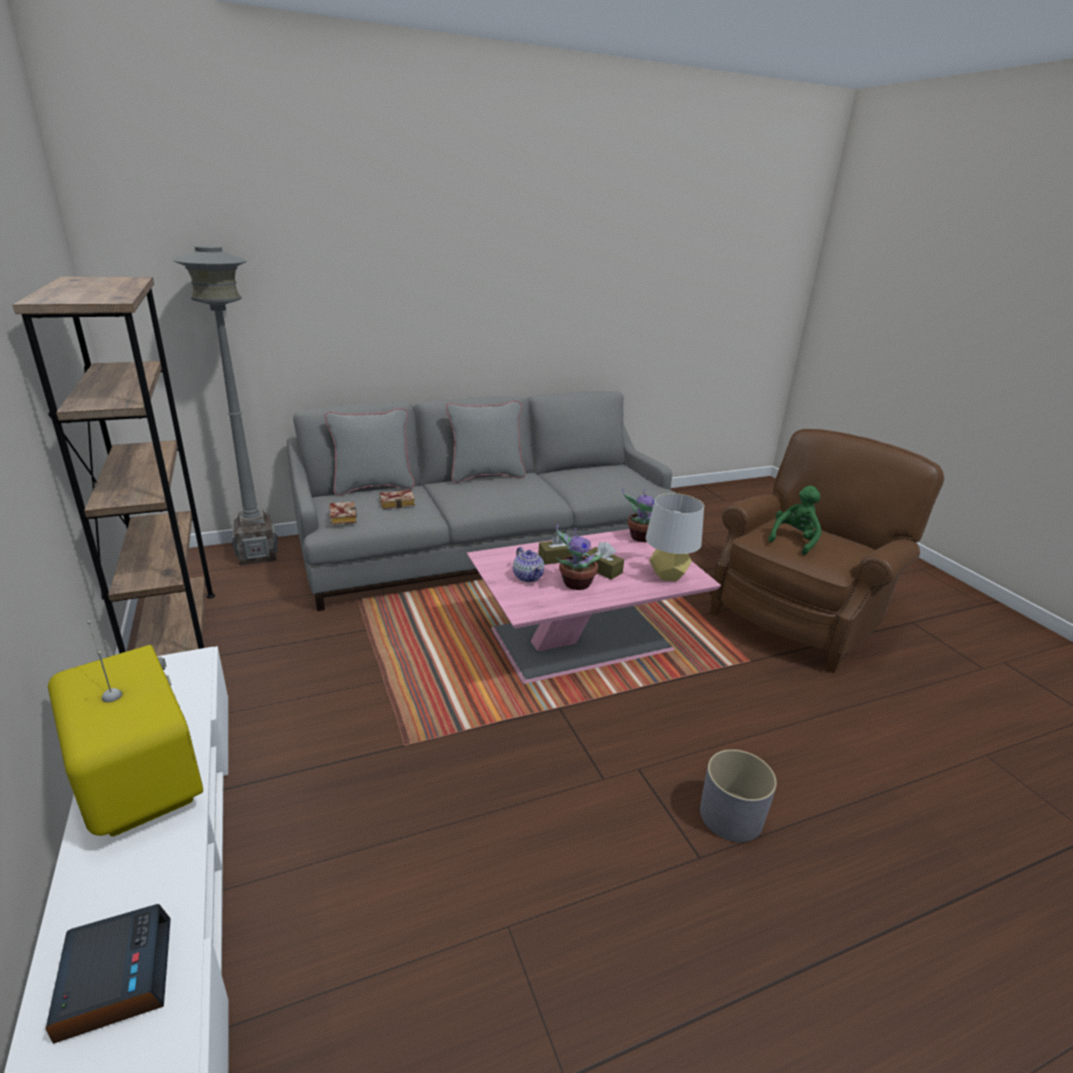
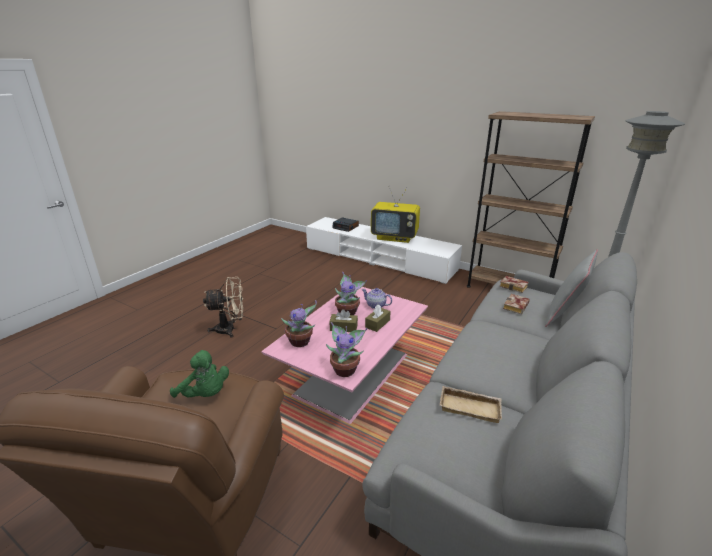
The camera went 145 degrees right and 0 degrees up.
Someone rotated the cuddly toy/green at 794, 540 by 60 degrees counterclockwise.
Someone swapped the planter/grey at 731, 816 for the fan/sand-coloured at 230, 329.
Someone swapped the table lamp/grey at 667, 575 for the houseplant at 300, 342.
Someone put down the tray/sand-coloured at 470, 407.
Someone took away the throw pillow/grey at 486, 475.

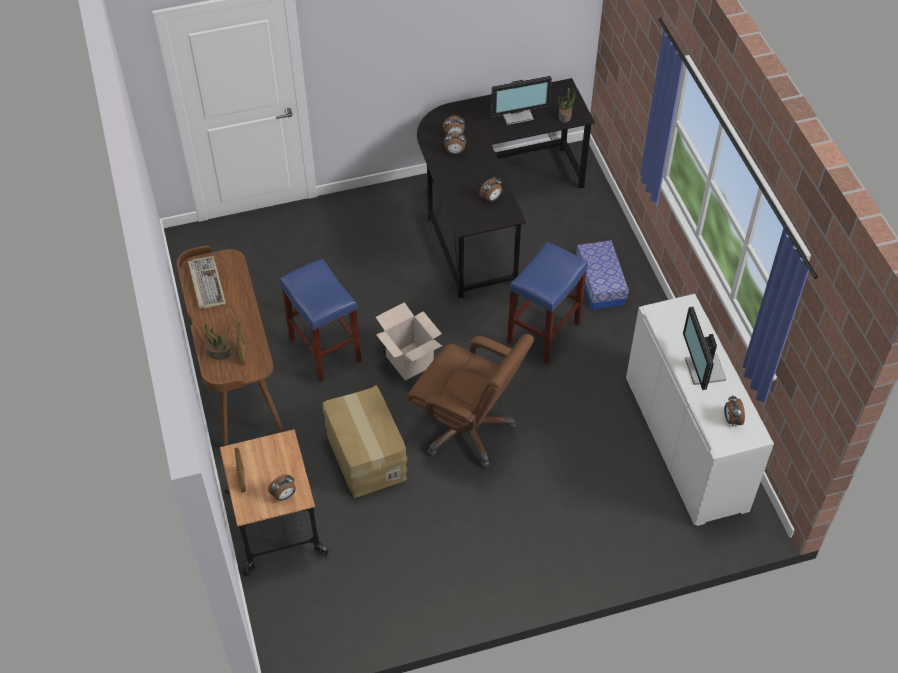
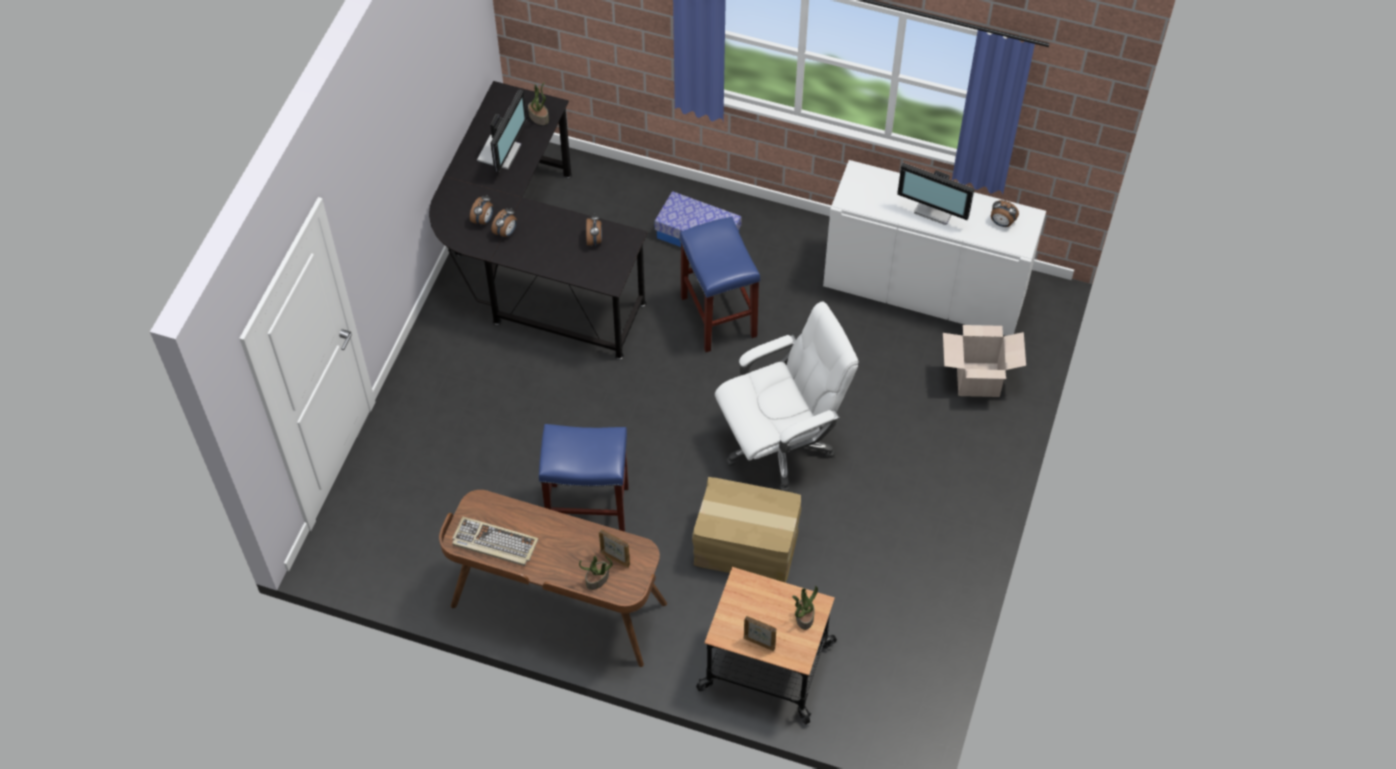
The camera went 55 degrees left and 5 degrees up.
Someone repainted the office chair/brownish at 467, 429, which became the office chair/white-coloured at 780, 444.
Someone swapped the bedside clock at 284, 495 for the houseplant at 804, 616.
Someone carried the carton from 409, 361 to 977, 380.

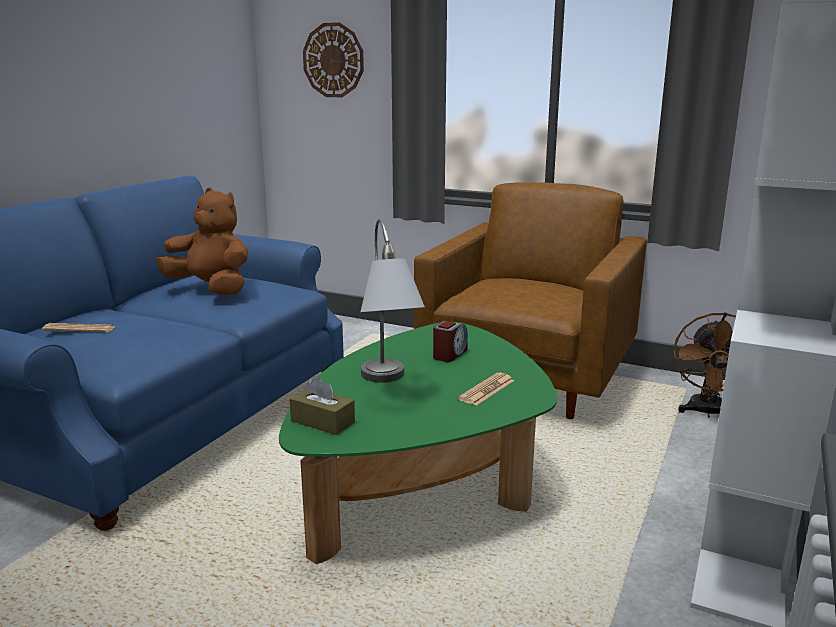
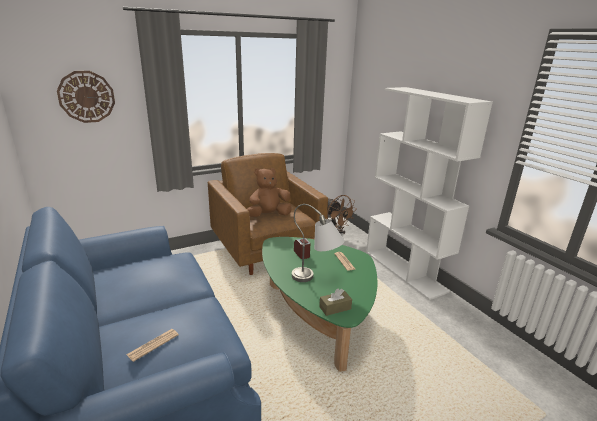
The camera went 55 degrees left and 5 degrees up.
Someone carried the cuddly toy/brownish from 211, 289 to 268, 215.

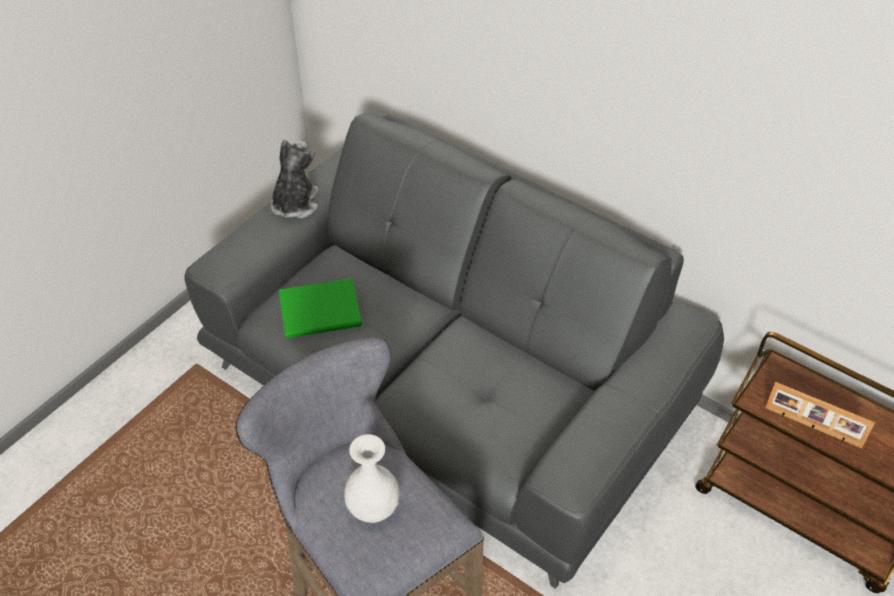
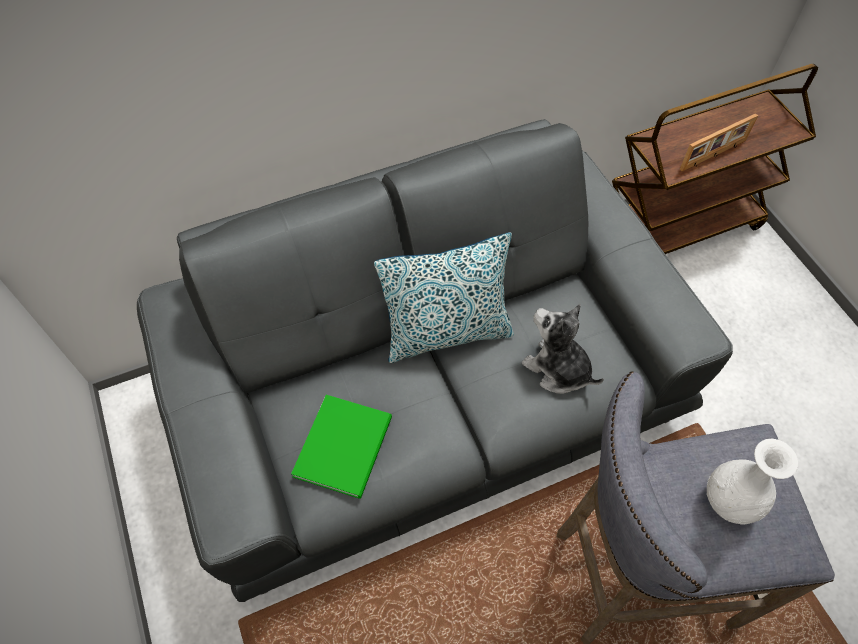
The camera went 60 degrees left and 10 degrees up.
Someone put down the throw pillow at 447, 333.
Someone carried the cuddly toy from 294, 204 to 557, 369.

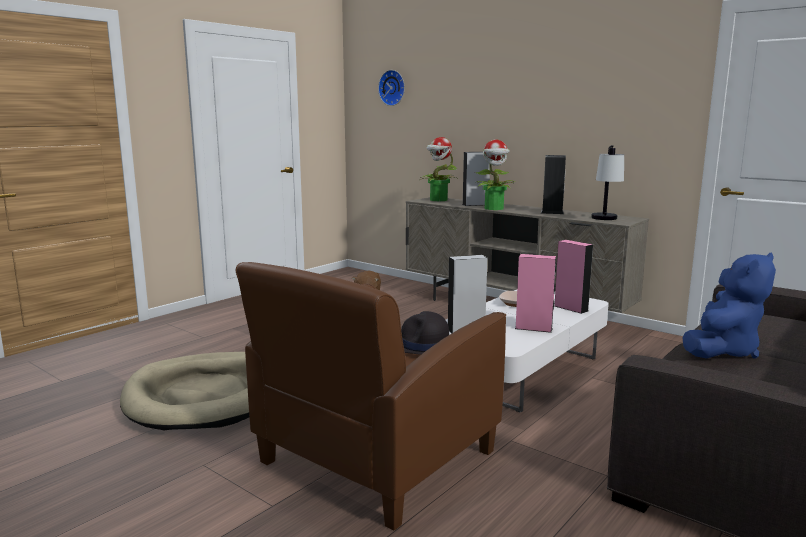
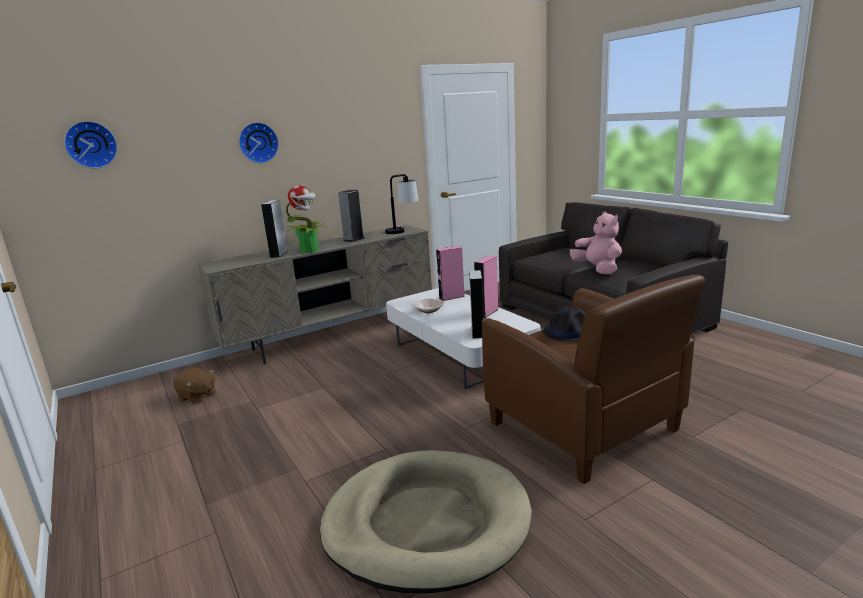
The camera went 70 degrees left and 5 degrees up.
Someone put up the hanging clock at 258, 142.
Someone repainted the cuddly toy/blue-coloured at 722, 350, which became the cuddly toy/pink at 597, 270.
Someone took away the houseplant at 438, 200.

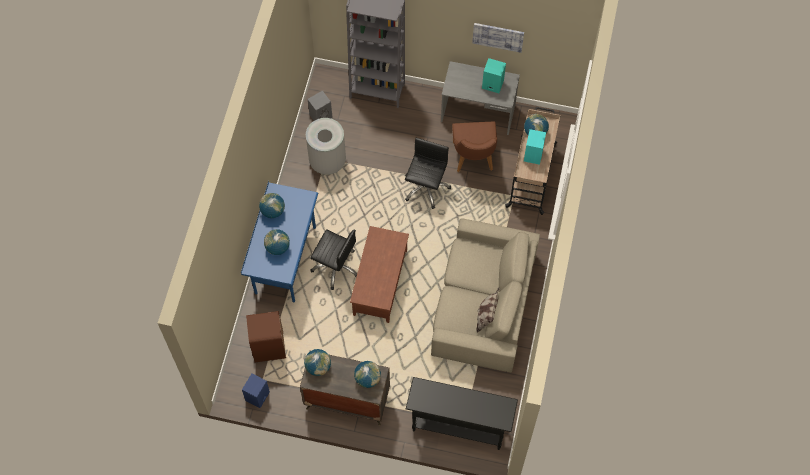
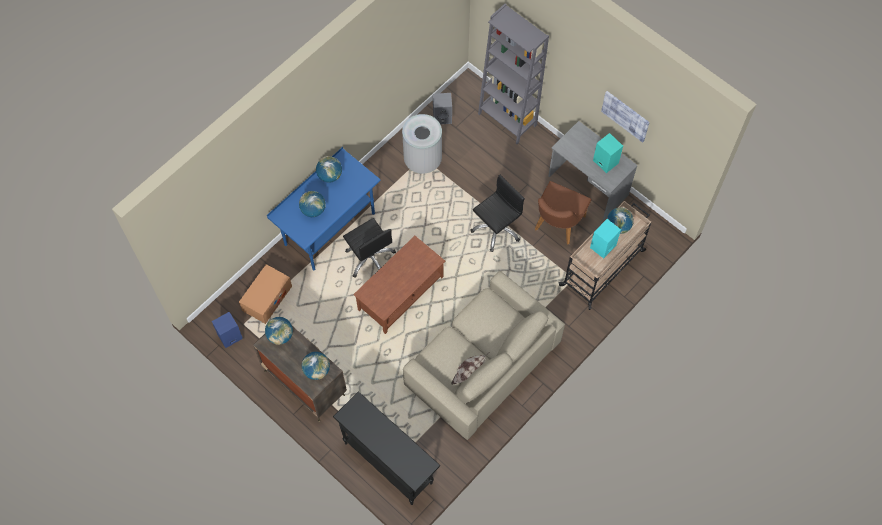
The camera went 30 degrees right and 0 degrees up.
Someone swapped the rubbish bin/brownish at 269, 347 for the carton at 267, 298.

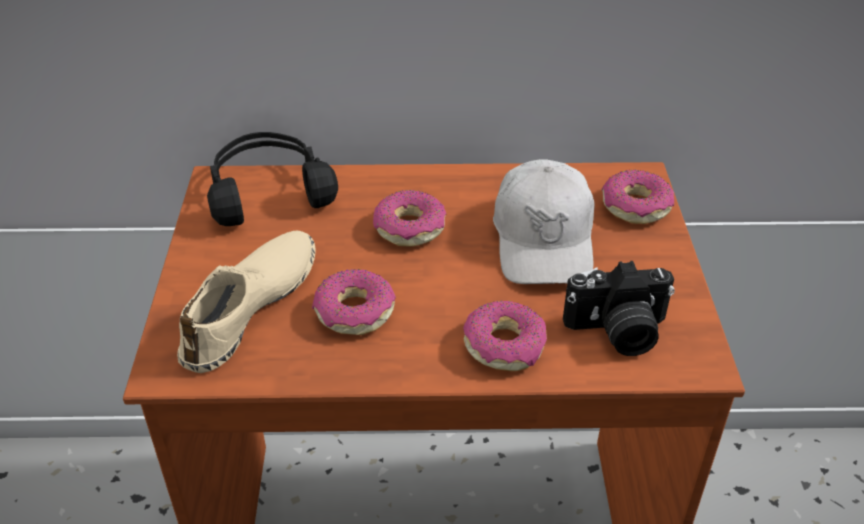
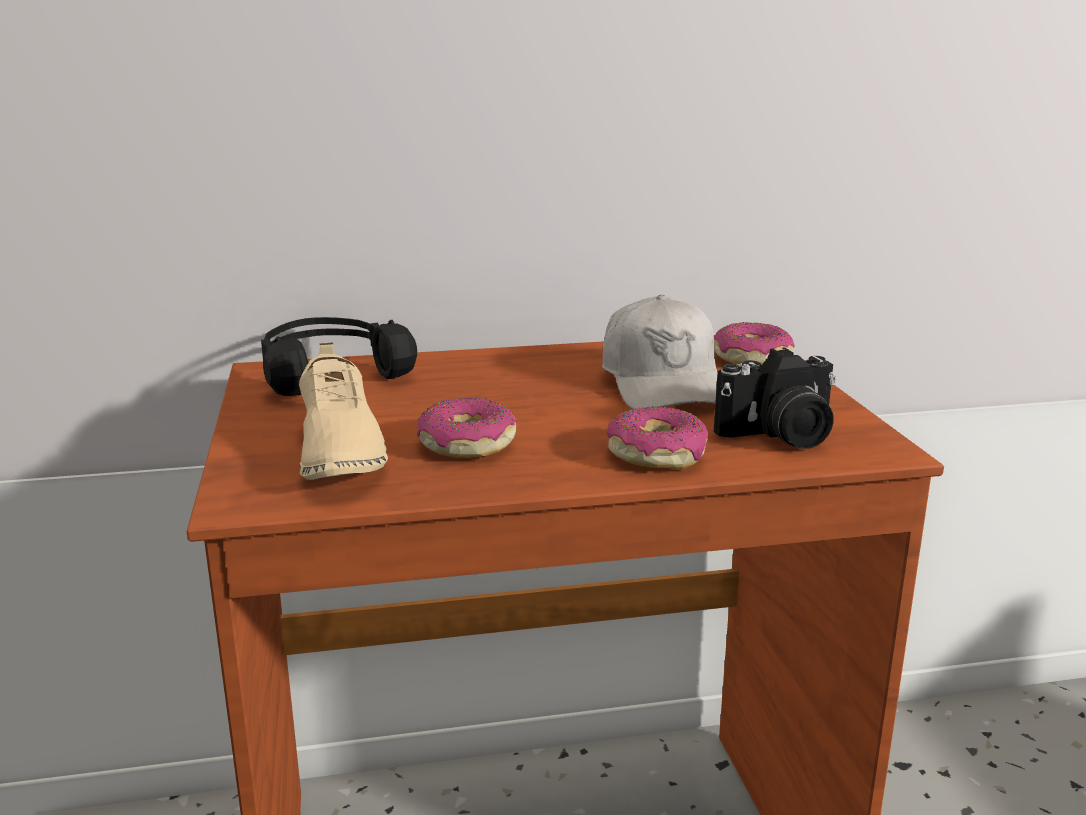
The camera went 10 degrees left and 20 degrees down.
Someone rotated the item of footwear/sand-coloured at 251, 308 by 150 degrees clockwise.
Someone took away the donut at 409, 228.

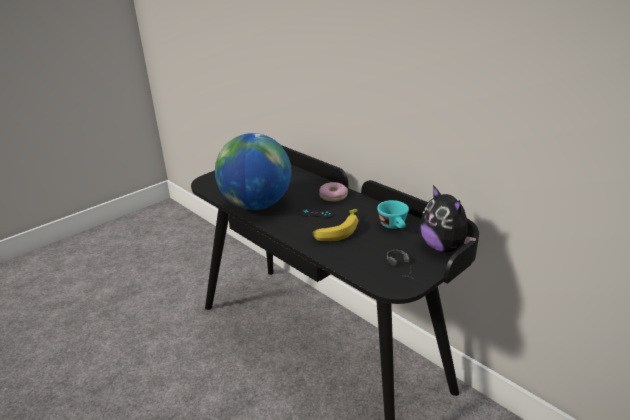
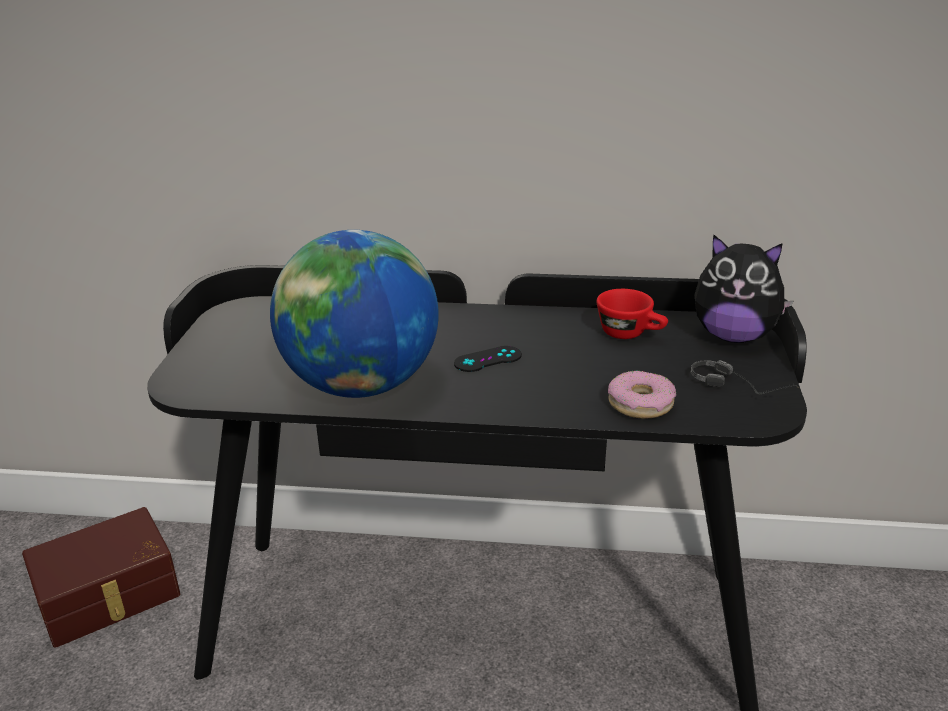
The camera went 40 degrees left and 0 degrees up.
Someone put down the storage bin/brownish at 109, 596.
Someone repainted the drinking cup/turquoise-coloured at 394, 226, which became the drinking cup/reddish at 630, 334.
Someone carried the donut from 333, 196 to 640, 403.
Someone took away the banana at 337, 231.

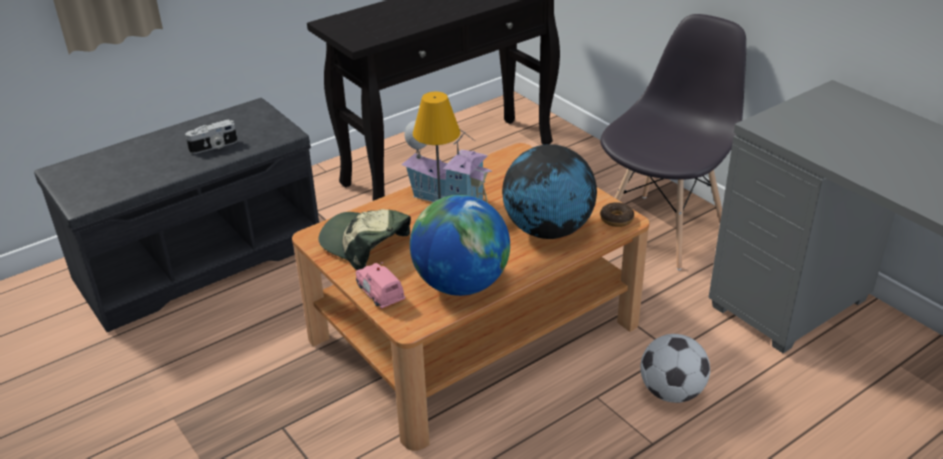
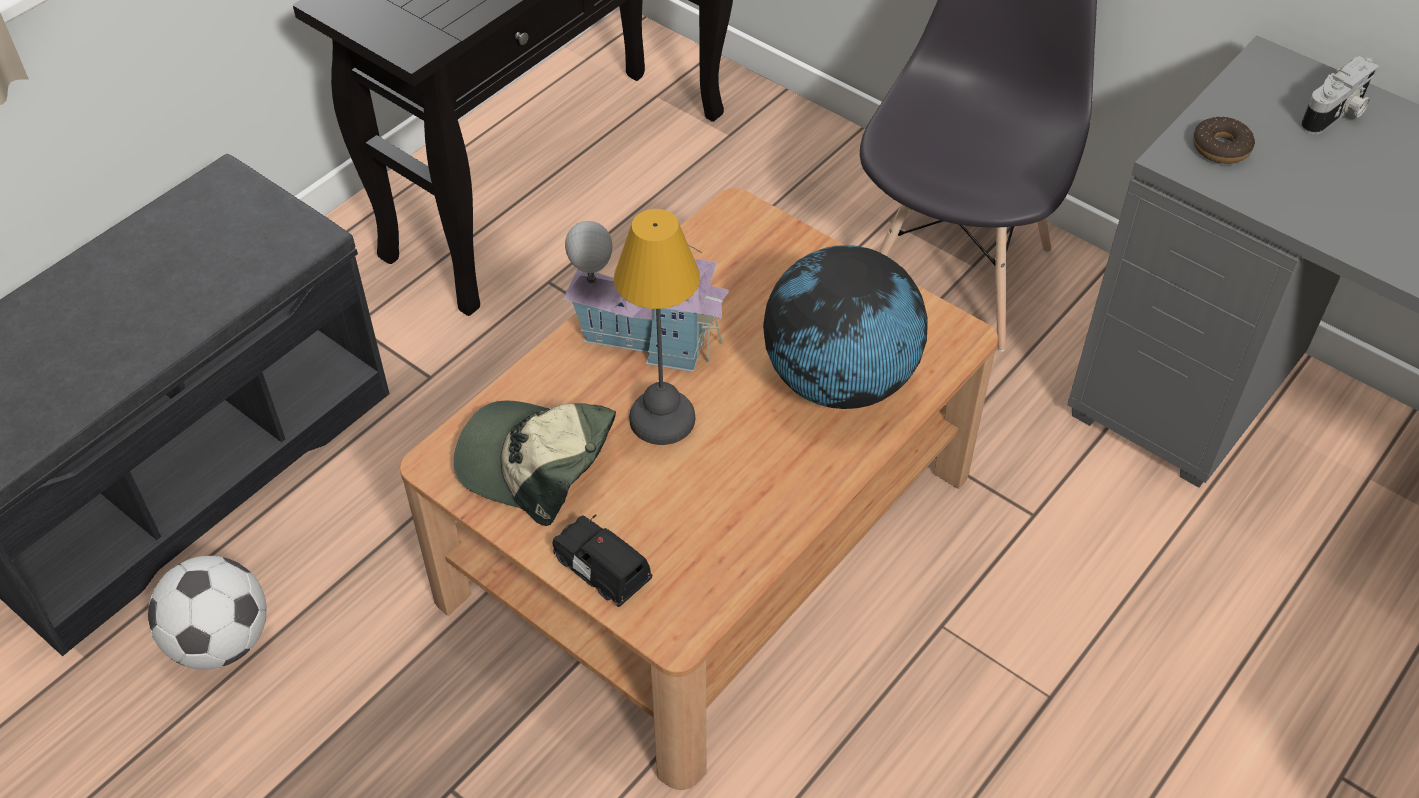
The camera went 15 degrees left and 15 degrees up.
Someone carried the football ball from 671, 392 to 221, 641.
Someone repainted the toy car/pink at 380, 292, which became the toy car/black at 601, 569.
Someone carried the donut from 616, 219 to 1220, 148.
Someone carried the still camera from 214, 147 to 1336, 114.
Someone took away the globe at 461, 284.

